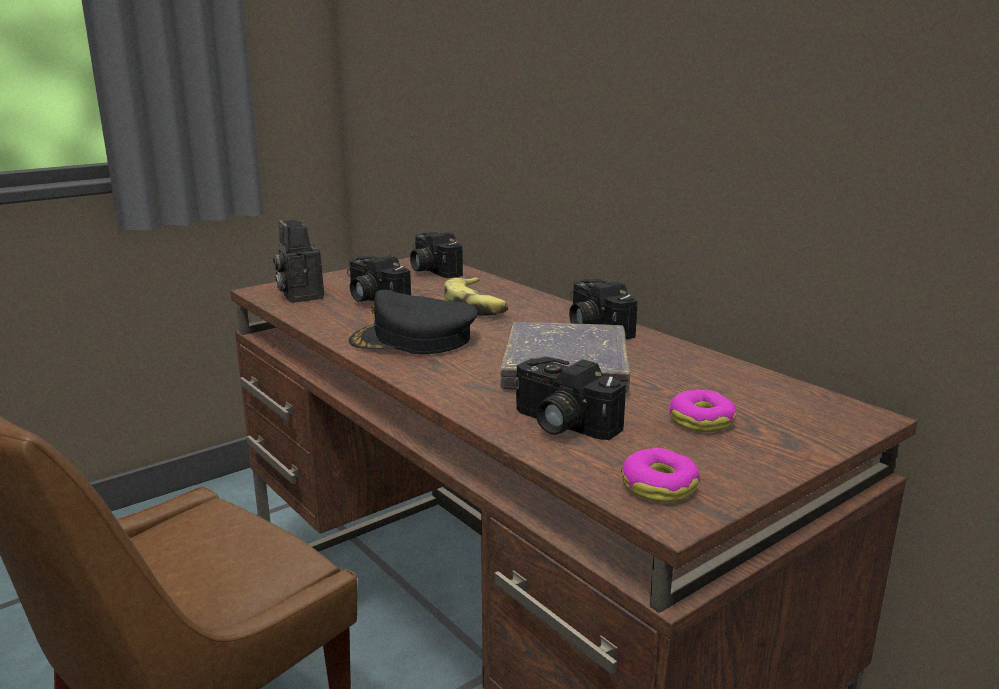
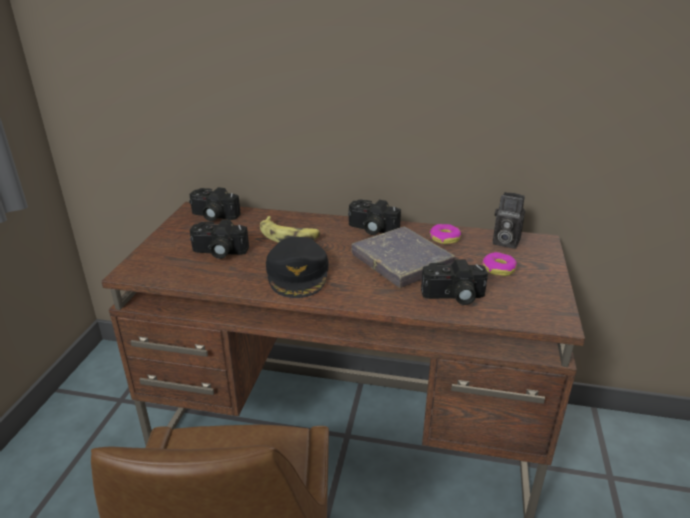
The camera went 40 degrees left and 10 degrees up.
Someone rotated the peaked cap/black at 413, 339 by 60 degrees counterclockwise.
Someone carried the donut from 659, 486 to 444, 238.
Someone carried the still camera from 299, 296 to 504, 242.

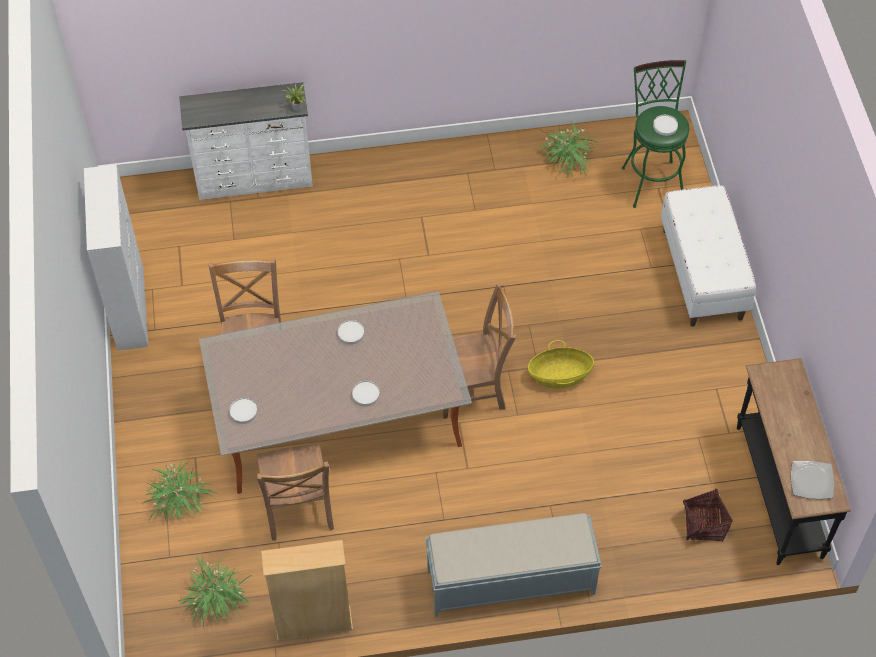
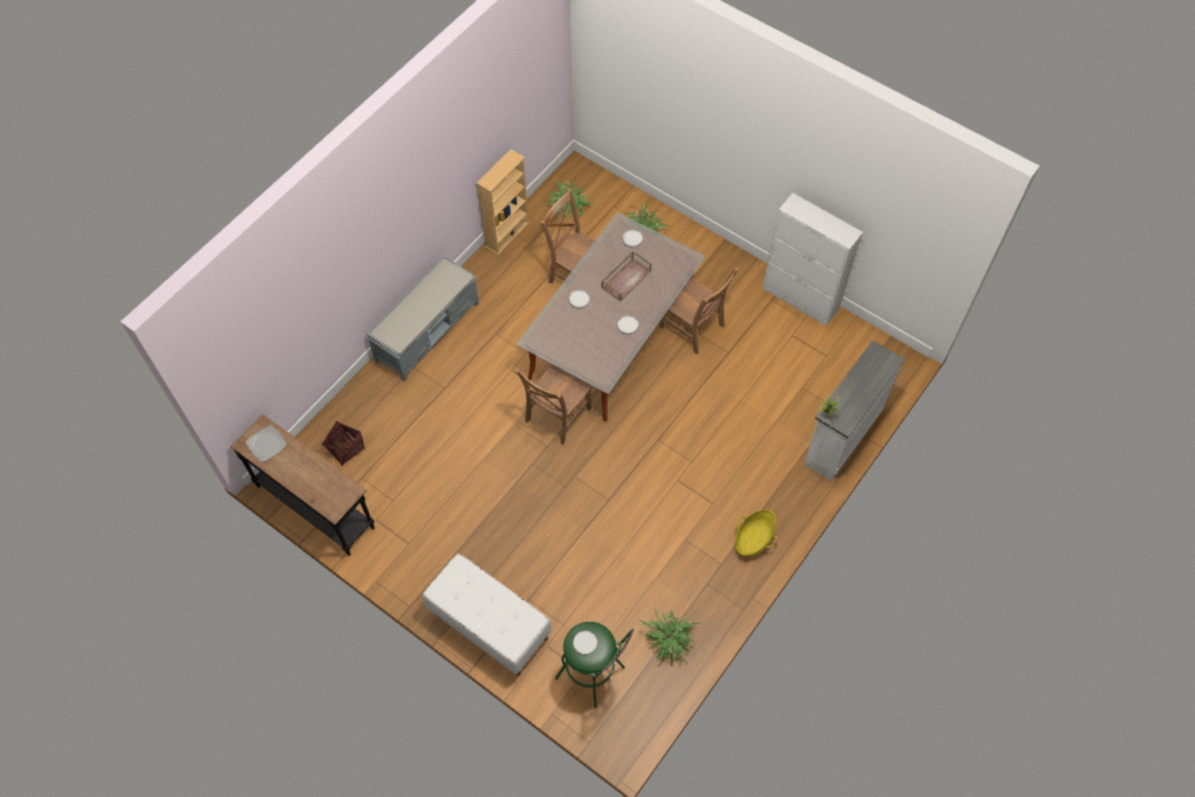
The camera went 135 degrees right and 5 degrees up.
Someone put down the tray/brownish at 626, 279.
Someone carried the household basket from 559, 375 to 753, 538.

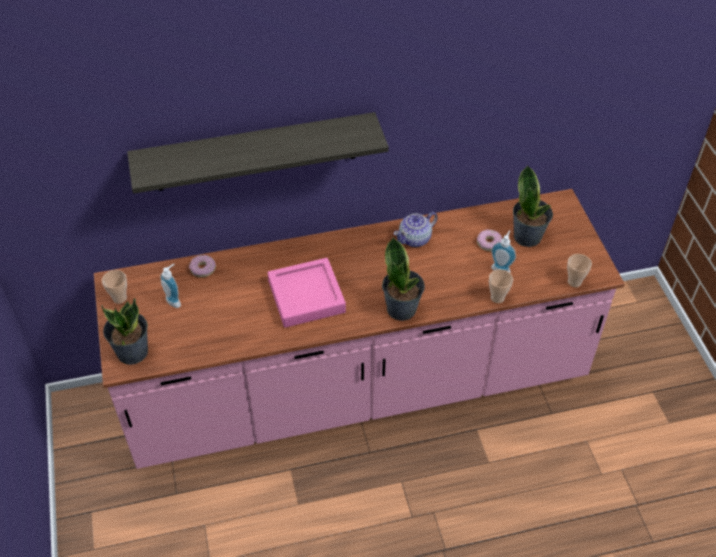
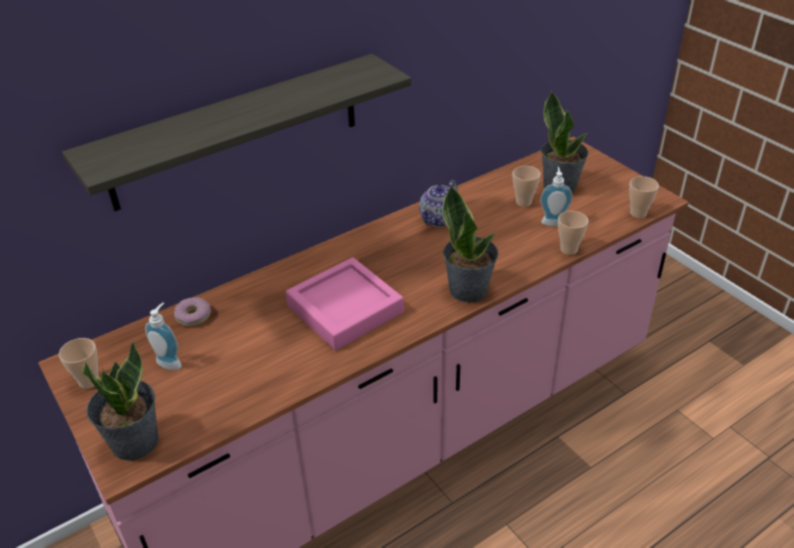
The camera went 20 degrees left and 10 degrees down.
Someone swapped the donut at 489, 243 for the drinking cup at 523, 202.

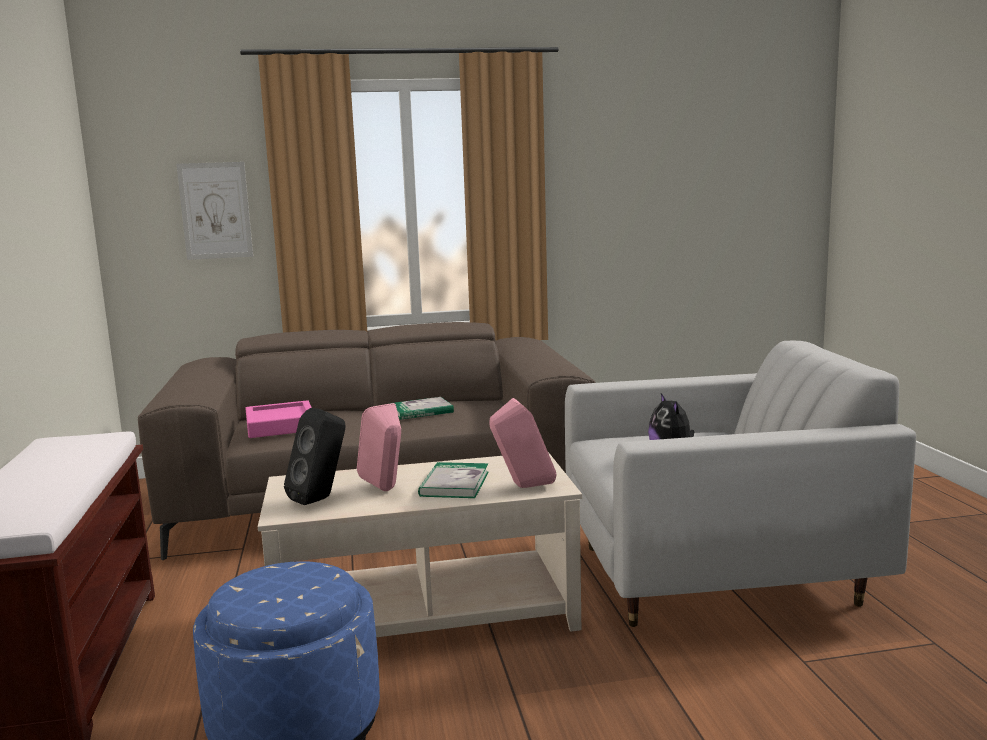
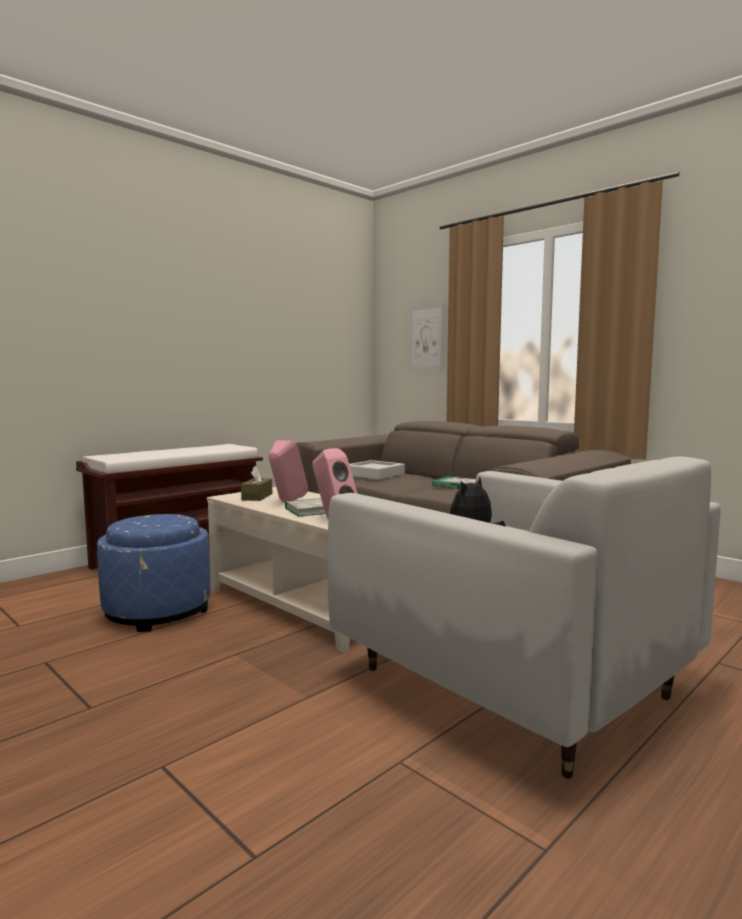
The camera went 55 degrees right and 5 degrees down.
Someone swapped the speaker/black at 321, 499 for the tissue holder/brownish at 257, 497.
Someone repainted the tray/pink at 280, 426, which became the tray/grey at 374, 474.

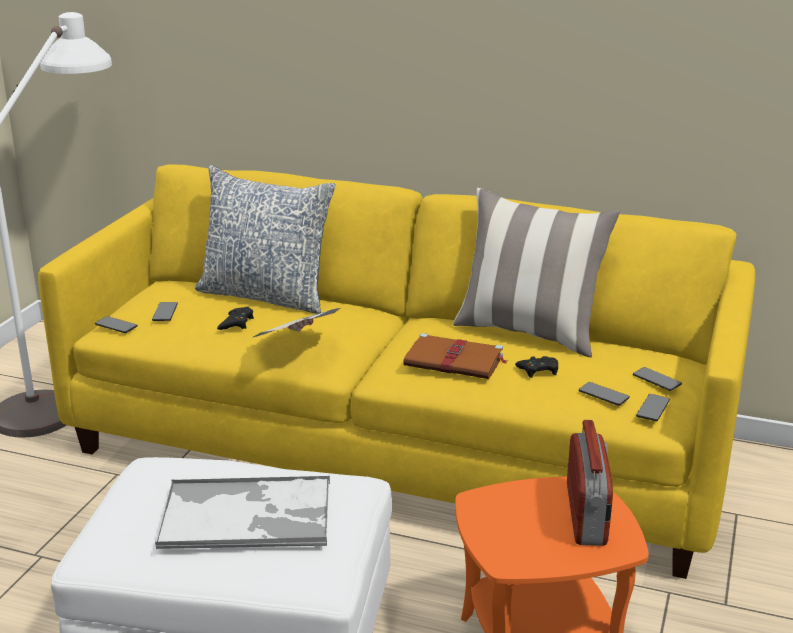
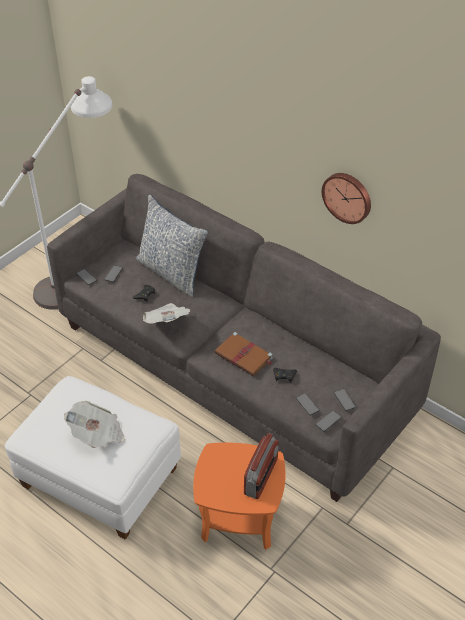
The camera went 20 degrees right and 20 degrees up.
Someone repainted the couch/yellow at 397, 448, which became the couch/grey at 233, 368.
Someone swapped the tray at 248, 515 for the newspaper at 97, 434.
Someone put up the hanging clock at 347, 197.
Someone took away the throw pillow at 529, 332.

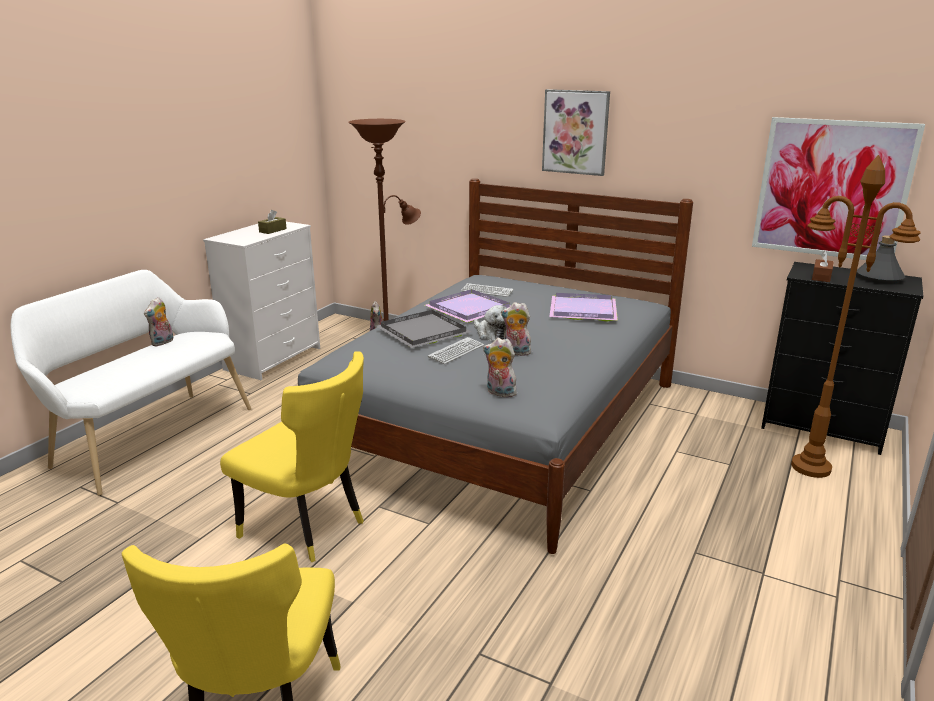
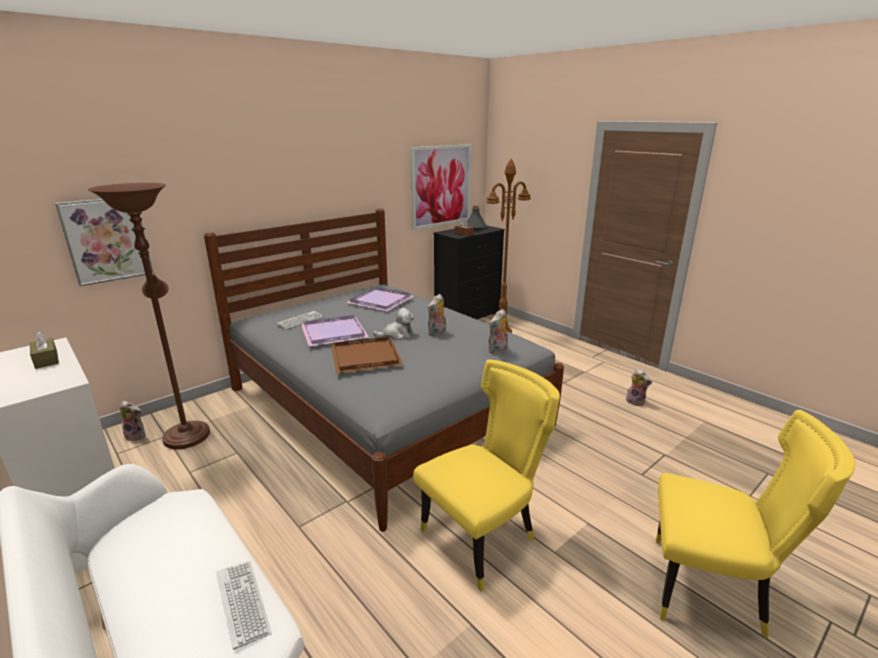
The camera went 70 degrees left and 0 degrees up.
Someone carried the picture from 575, 132 to 107, 240.
Someone carried the computer keyboard from 456, 351 to 242, 603.
Someone repainted the tray/grey at 425, 332, which became the tray/brownish at 367, 356.
Someone carried the cuddly toy from 163, 343 to 636, 401.

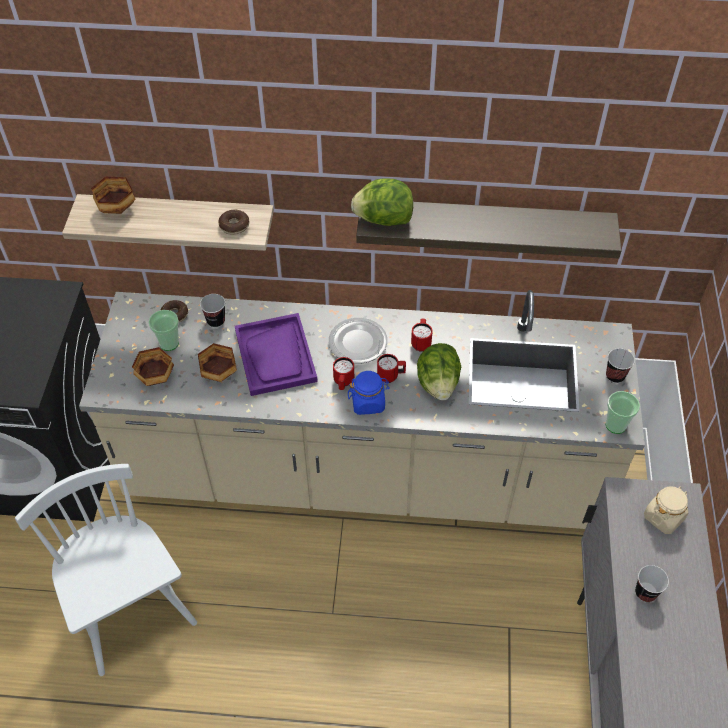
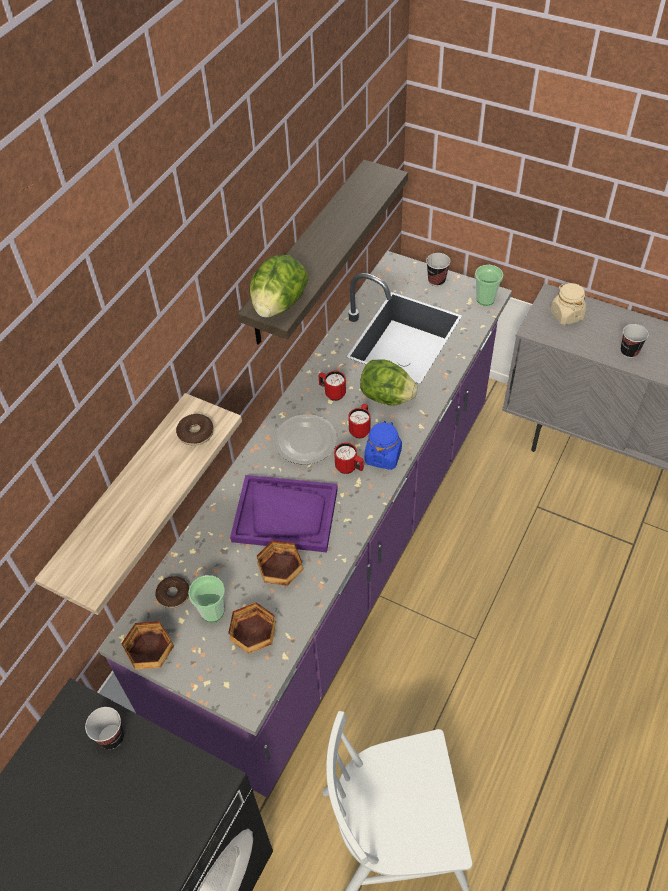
The camera went 65 degrees left and 0 degrees up.
Someone carried the drinking cup from 216, 321 to 111, 737.
Someone repainted the kitchen base unit/sand-coloured at 364, 474, which became the kitchen base unit/purplish at 339, 560.
Someone carried the serving bowl from 115, 208 to 152, 655.

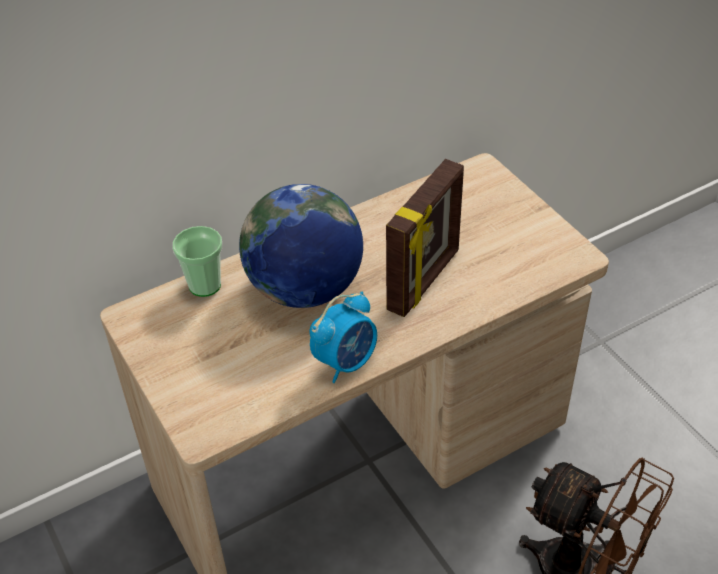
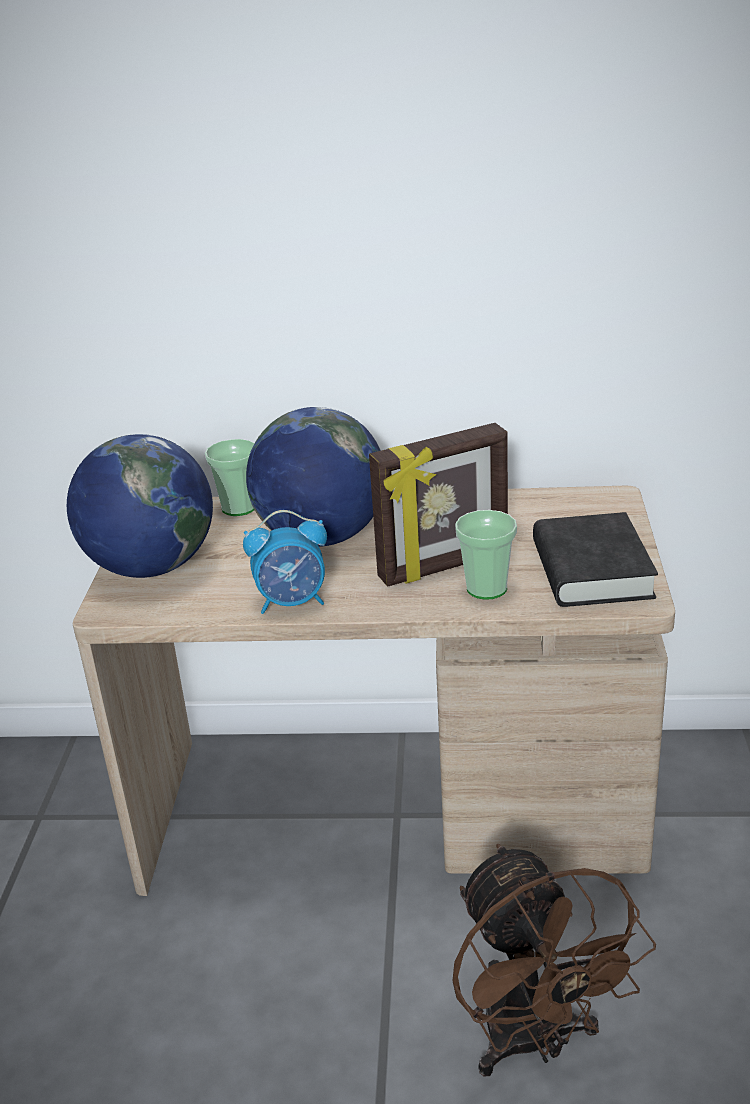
The camera went 35 degrees right and 15 degrees down.
Someone put down the globe at 151, 567.
Someone put down the drinking cup at 486, 588.
Someone put down the book/black at 591, 570.

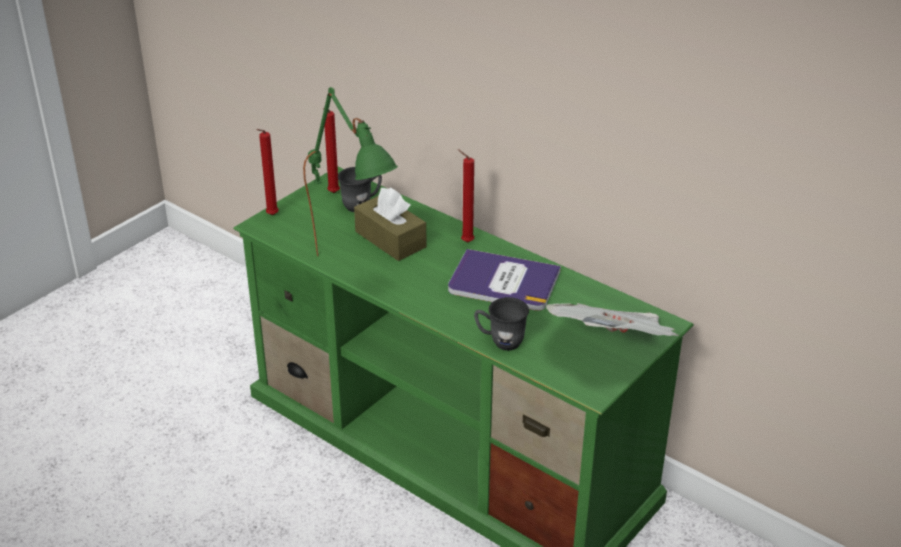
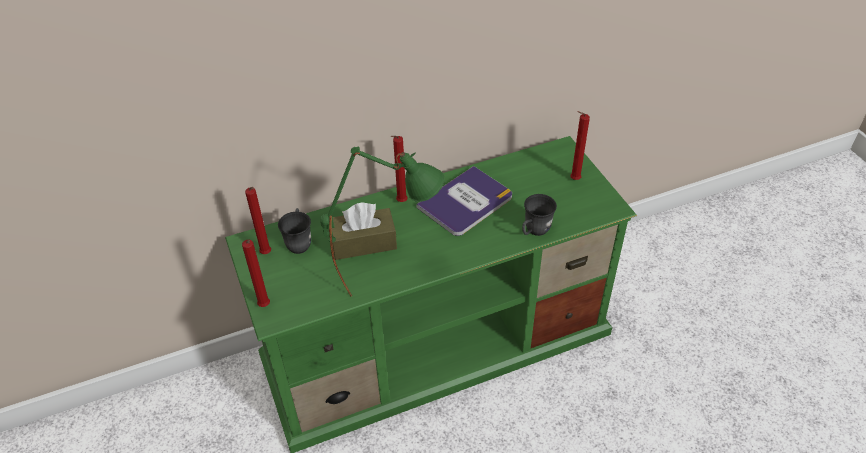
The camera went 60 degrees left and 10 degrees up.
Someone swapped the newspaper at 613, 346 for the wax candle/reddish at 573, 180.

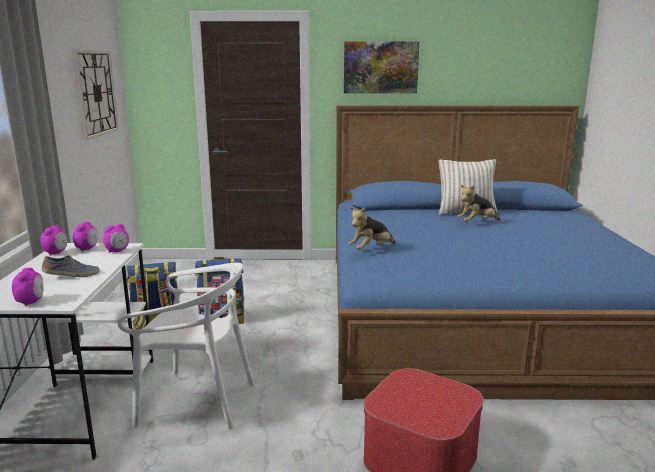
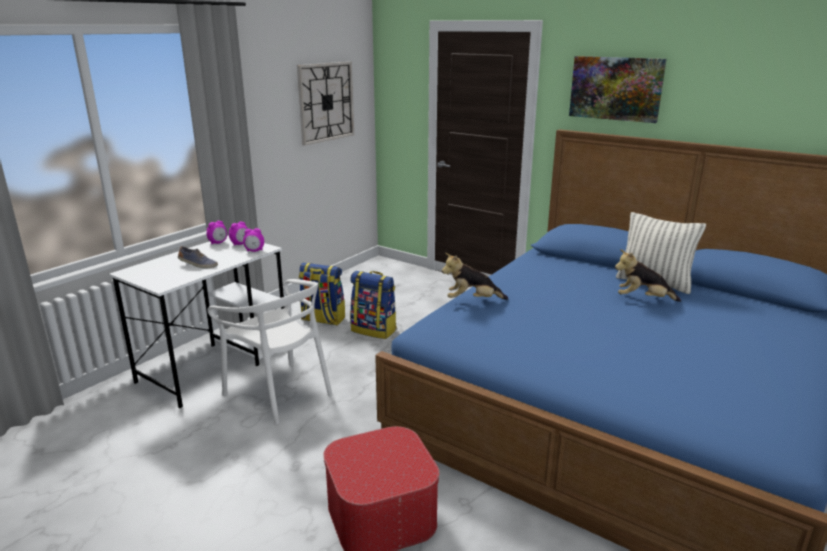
The camera went 35 degrees right and 5 degrees up.
Someone took away the bedside clock at 31, 302.

